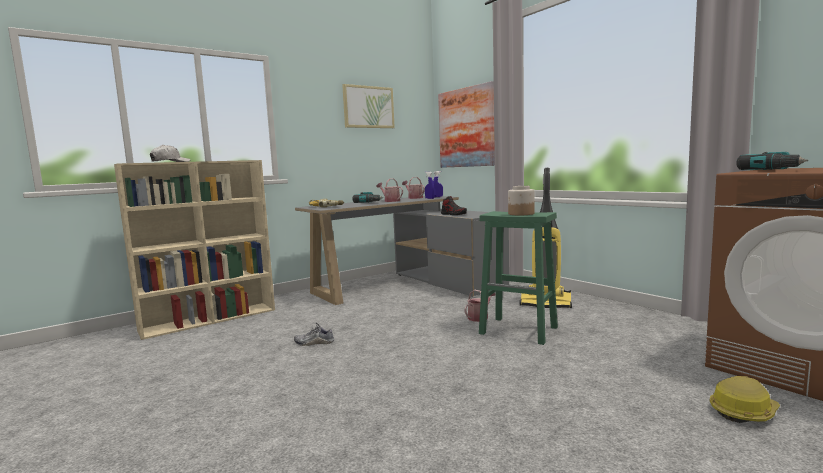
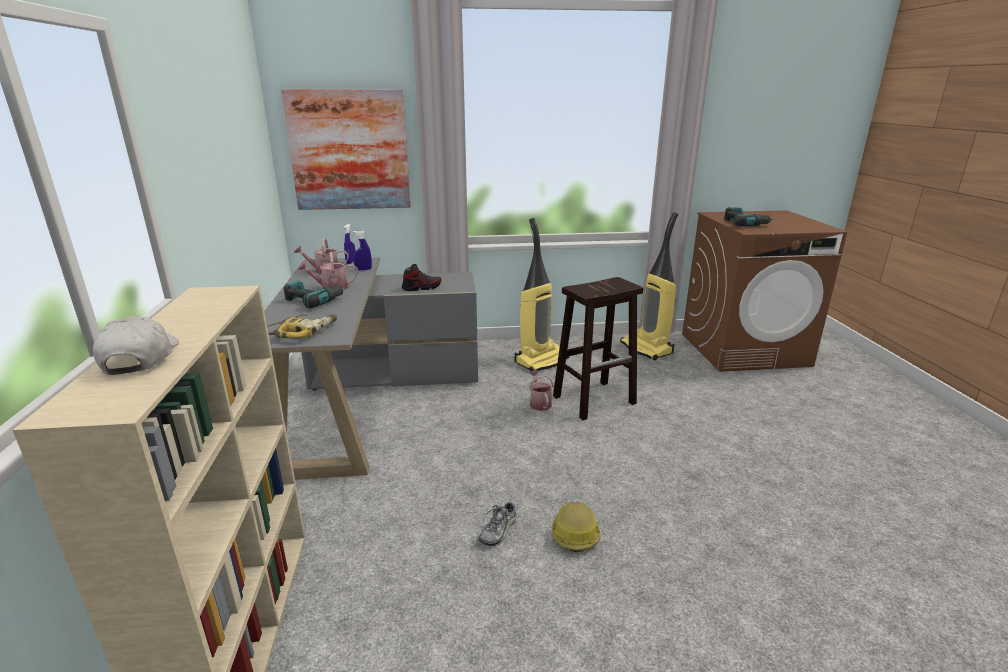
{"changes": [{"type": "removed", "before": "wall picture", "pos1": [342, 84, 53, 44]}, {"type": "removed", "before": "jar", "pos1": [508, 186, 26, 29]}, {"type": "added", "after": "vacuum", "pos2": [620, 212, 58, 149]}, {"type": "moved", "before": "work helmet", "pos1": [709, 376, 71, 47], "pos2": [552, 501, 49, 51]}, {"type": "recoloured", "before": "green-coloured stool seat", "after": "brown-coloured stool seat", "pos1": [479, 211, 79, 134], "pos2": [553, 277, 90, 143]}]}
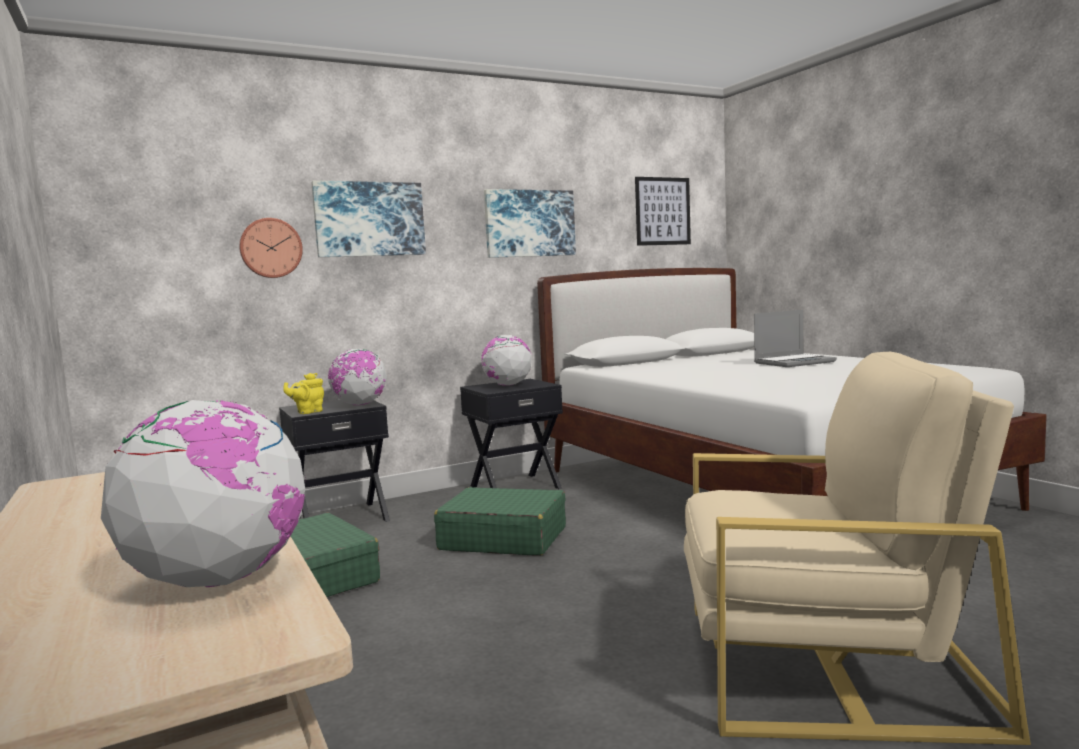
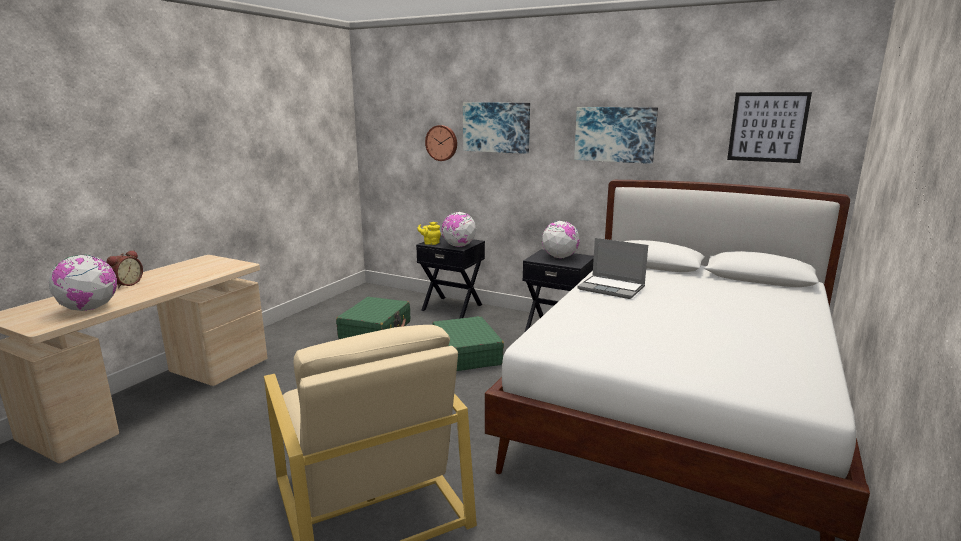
{"changes": [{"type": "added", "after": "alarm clock", "pos2": [107, 250, 36, 39]}, {"type": "moved", "before": "laptop", "pos1": [754, 310, 83, 57], "pos2": [577, 238, 71, 61]}]}
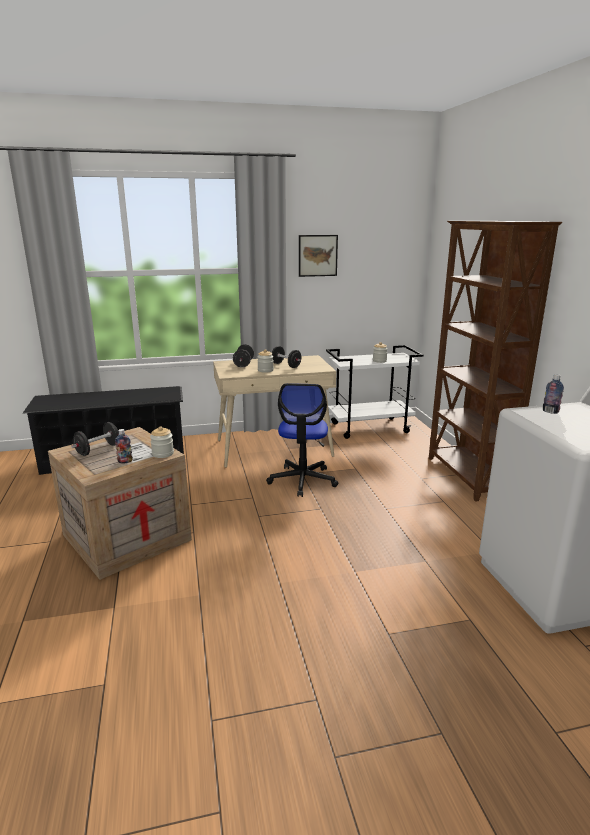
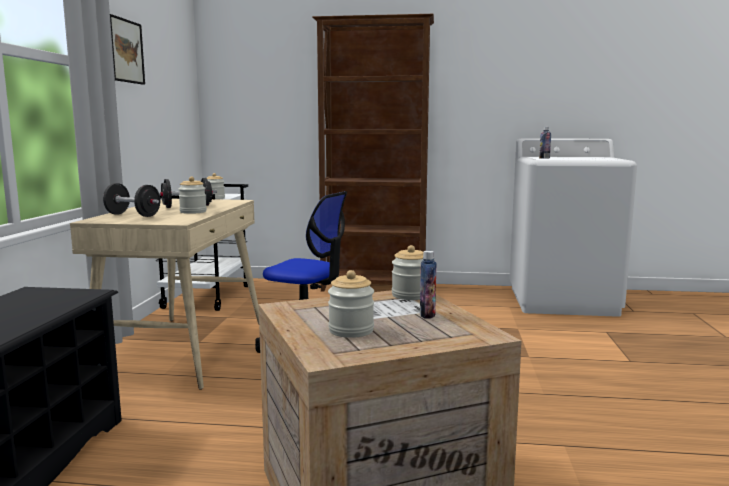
{"changes": [{"type": "replaced", "before": "blackish dumbbell", "after": "jar", "pos1": [71, 422, 48, 34], "pos2": [328, 270, 46, 68]}]}
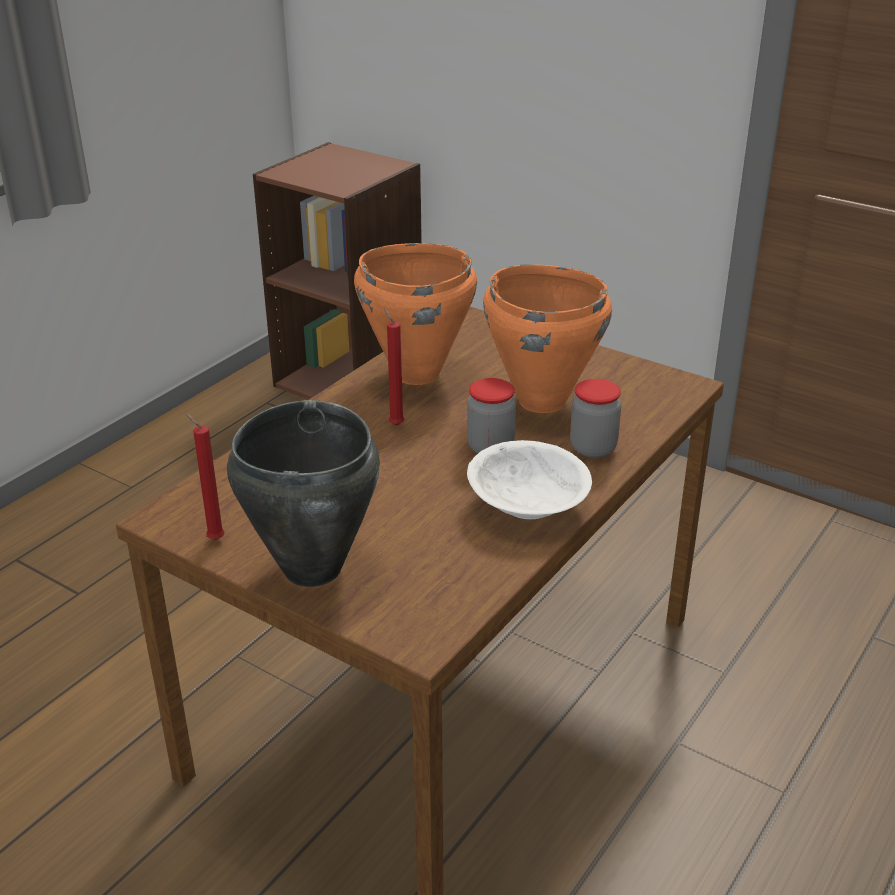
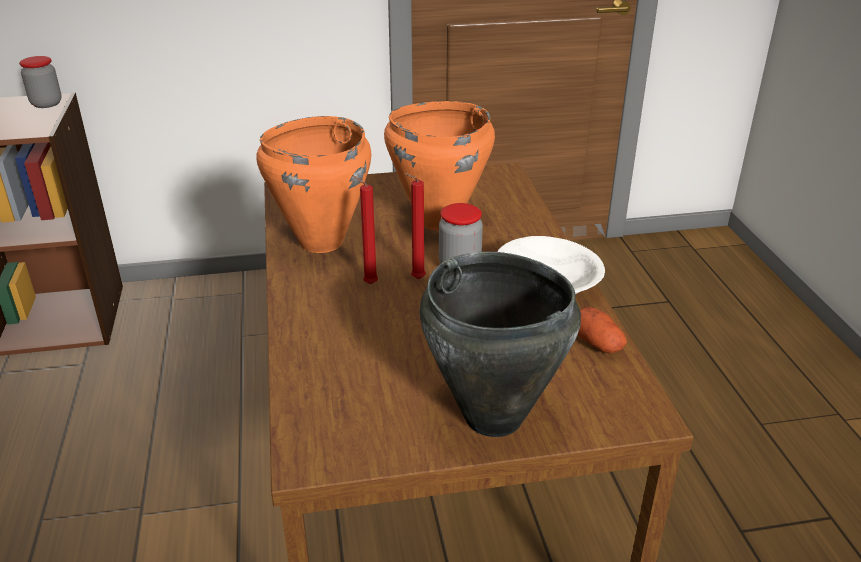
{"changes": [{"type": "added", "after": "whole potato", "pos2": [578, 307, 49, 46]}, {"type": "moved", "before": "reddish wax light", "pos1": [185, 413, 40, 127], "pos2": [405, 173, 21, 106]}, {"type": "moved", "before": "jar", "pos1": [570, 379, 51, 79], "pos2": [19, 56, 42, 52]}]}
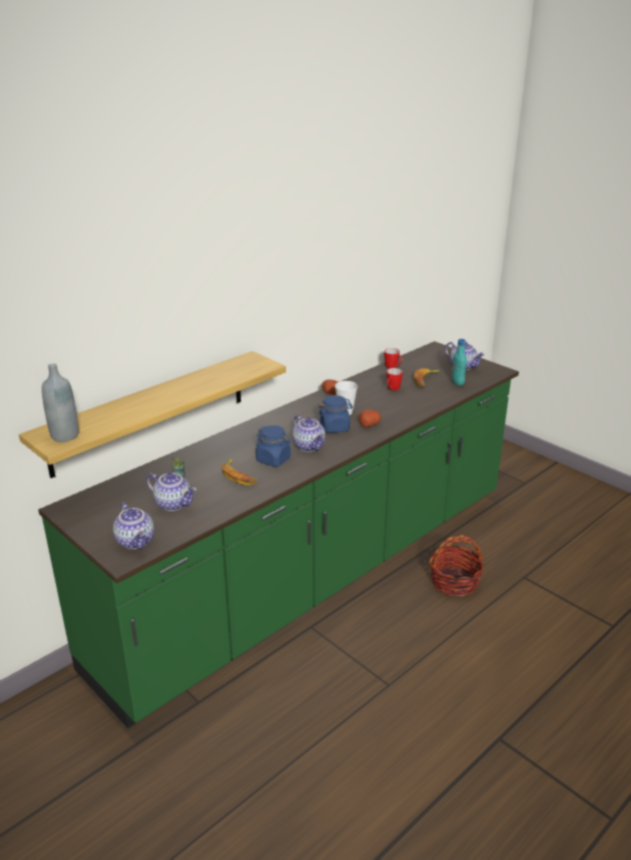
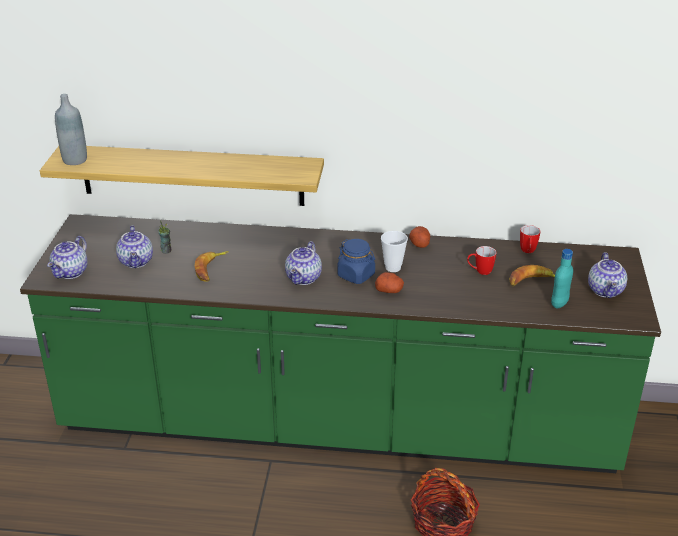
{"changes": [{"type": "removed", "before": "blue-coloured jar", "pos1": [256, 425, 35, 42]}]}
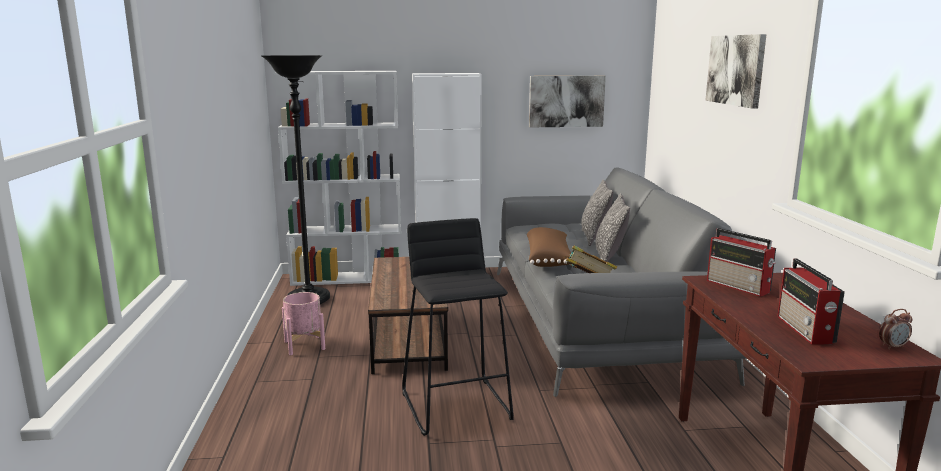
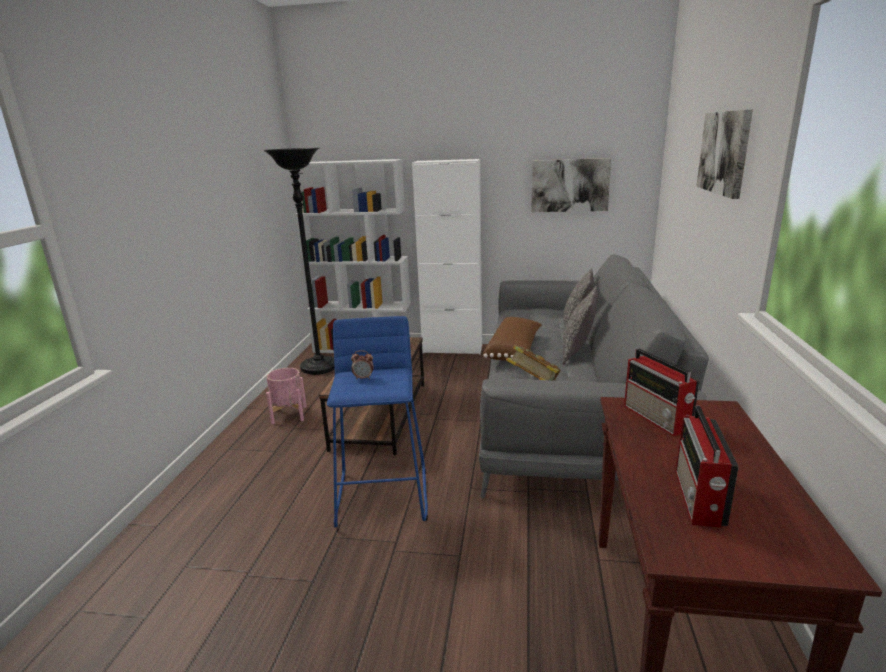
{"changes": [{"type": "moved", "before": "alarm clock", "pos1": [879, 309, 33, 40], "pos2": [351, 350, 23, 30]}, {"type": "recoloured", "before": "blackish stool seat", "after": "blue-coloured stool seat", "pos1": [402, 218, 112, 218], "pos2": [327, 316, 101, 212]}]}
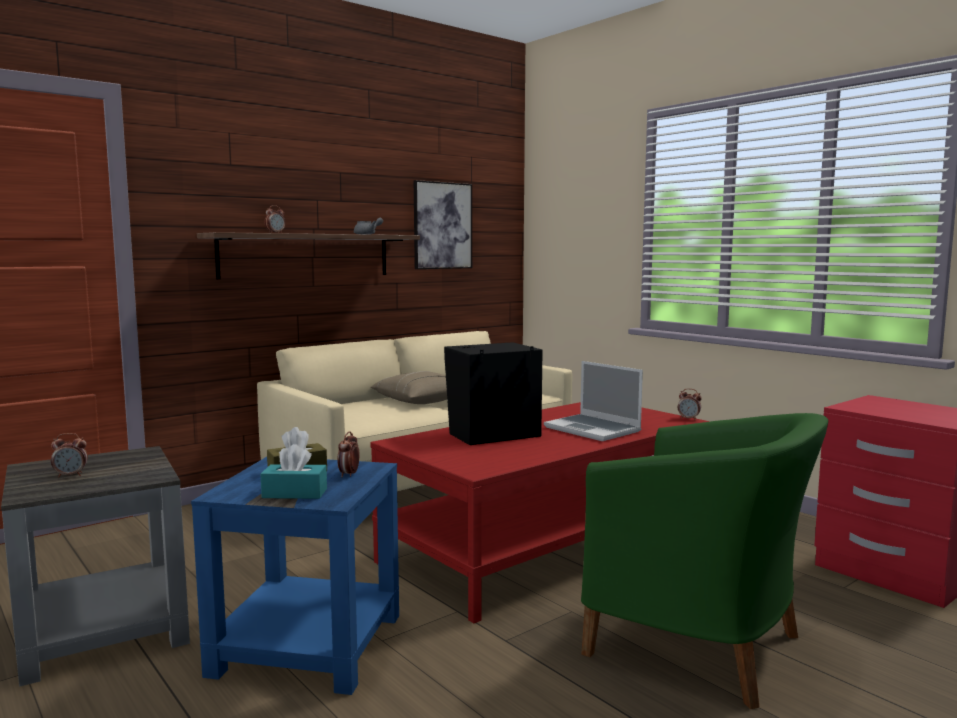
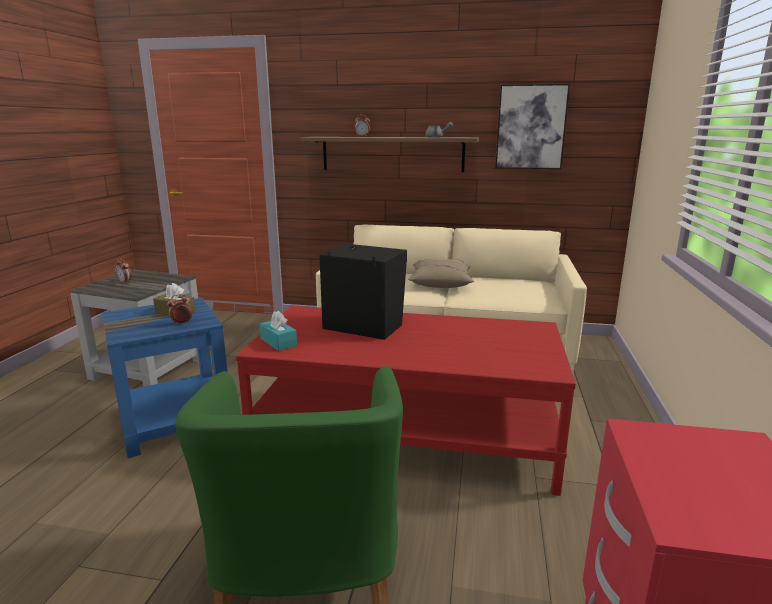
{"changes": [{"type": "removed", "before": "laptop", "pos1": [544, 361, 99, 80]}, {"type": "removed", "before": "alarm clock", "pos1": [678, 388, 24, 32]}, {"type": "moved", "before": "blue-green tissue box", "pos1": [261, 444, 66, 55], "pos2": [260, 311, 37, 40]}]}
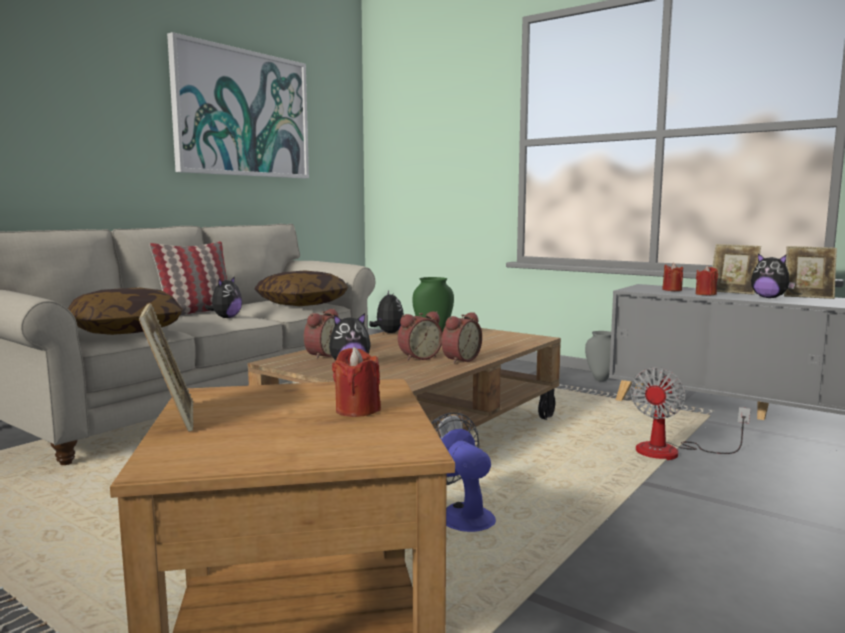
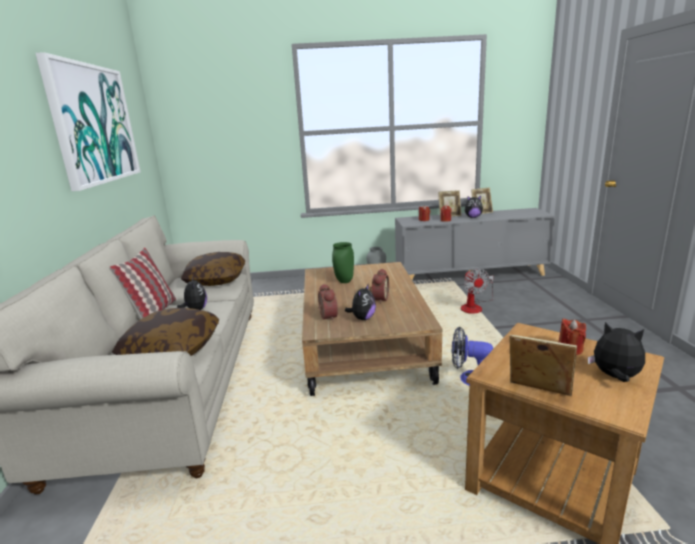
{"changes": [{"type": "removed", "before": "alarm clock", "pos1": [441, 312, 41, 52]}, {"type": "moved", "before": "plush toy", "pos1": [369, 291, 35, 42], "pos2": [588, 322, 57, 60]}]}
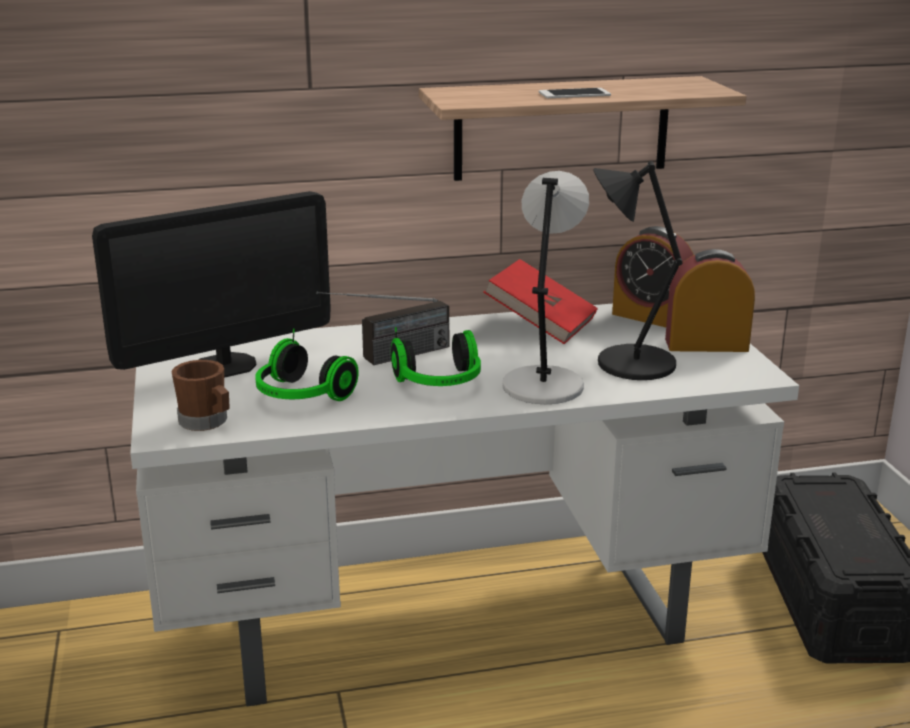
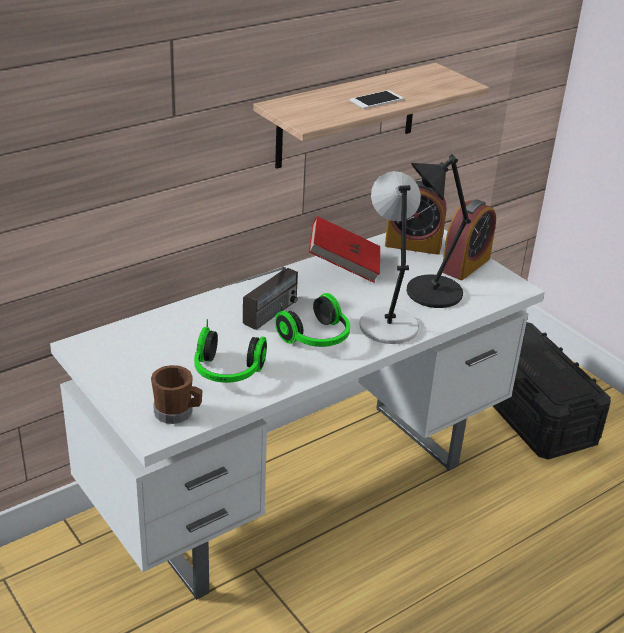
{"changes": [{"type": "removed", "before": "monitor", "pos1": [92, 191, 238, 187]}, {"type": "turned", "before": "alarm clock", "pos1": [665, 249, 90, 103], "pos2": [442, 199, 54, 81], "turn": 150}]}
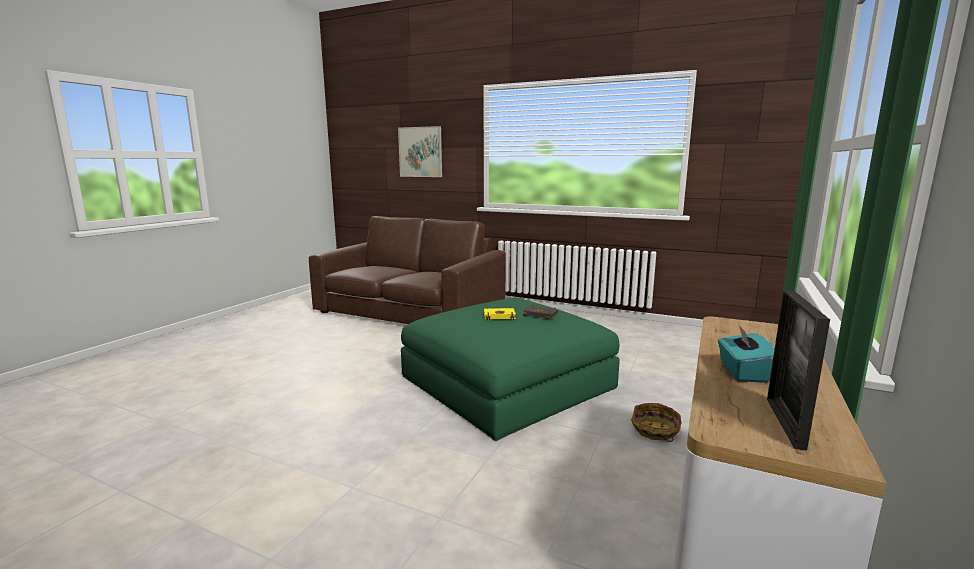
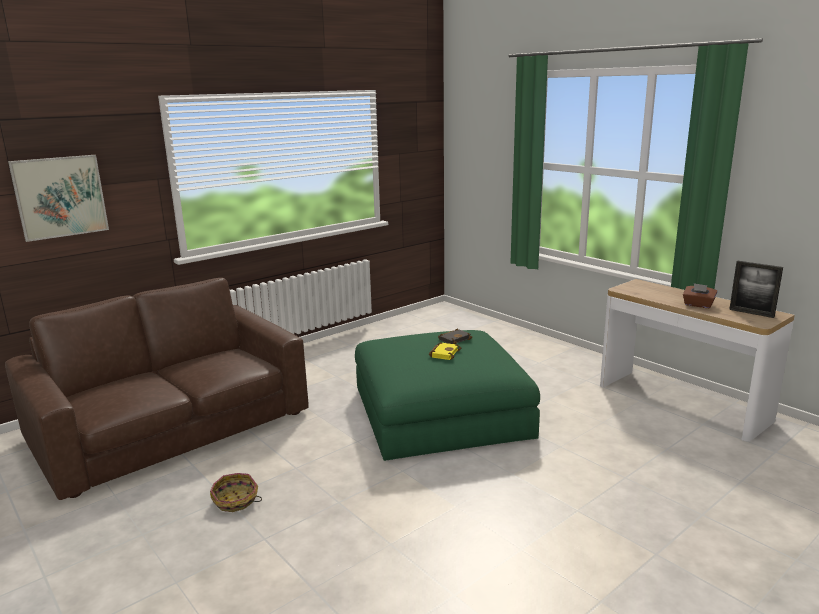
{"changes": [{"type": "moved", "before": "basket", "pos1": [631, 403, 50, 39], "pos2": [210, 473, 52, 39]}, {"type": "recoloured", "before": "blue-green tissue box", "after": "brown-coloured tissue box", "pos1": [718, 325, 57, 58], "pos2": [683, 283, 34, 25]}]}
